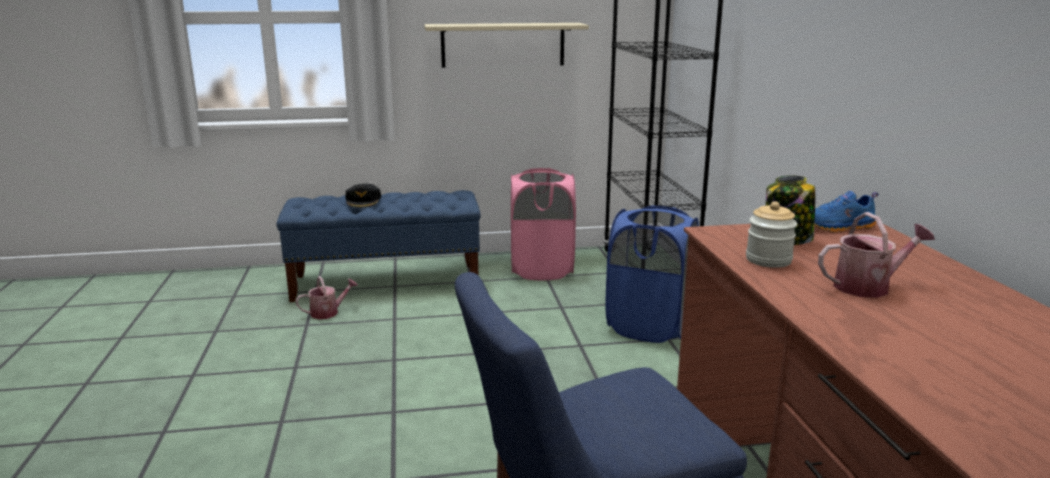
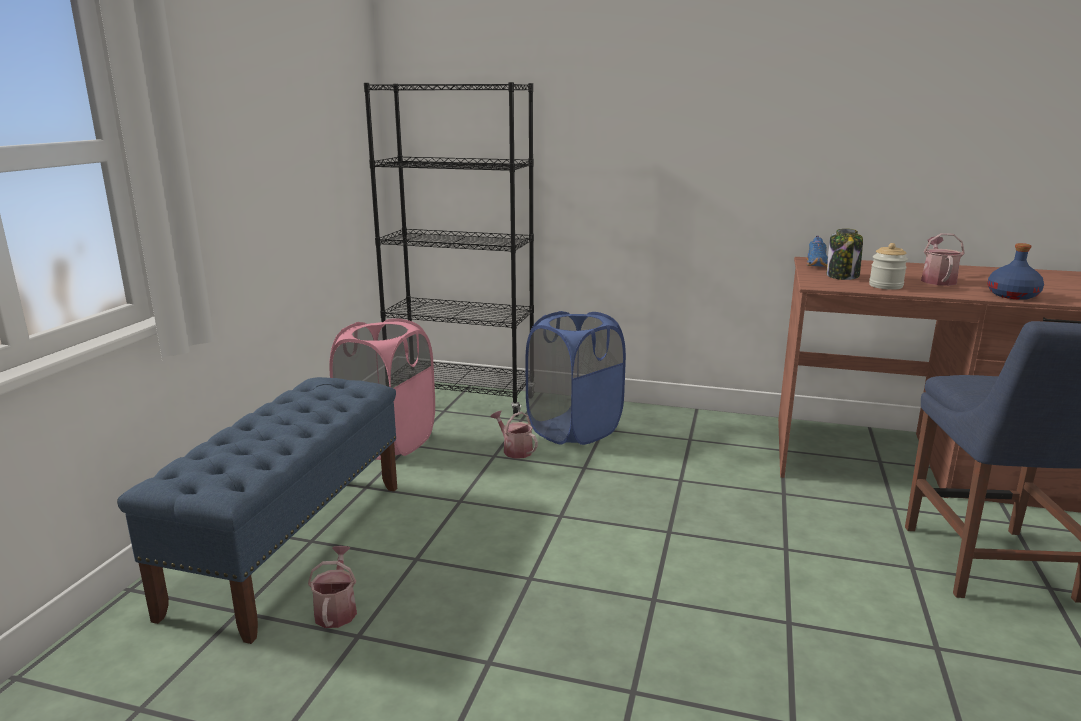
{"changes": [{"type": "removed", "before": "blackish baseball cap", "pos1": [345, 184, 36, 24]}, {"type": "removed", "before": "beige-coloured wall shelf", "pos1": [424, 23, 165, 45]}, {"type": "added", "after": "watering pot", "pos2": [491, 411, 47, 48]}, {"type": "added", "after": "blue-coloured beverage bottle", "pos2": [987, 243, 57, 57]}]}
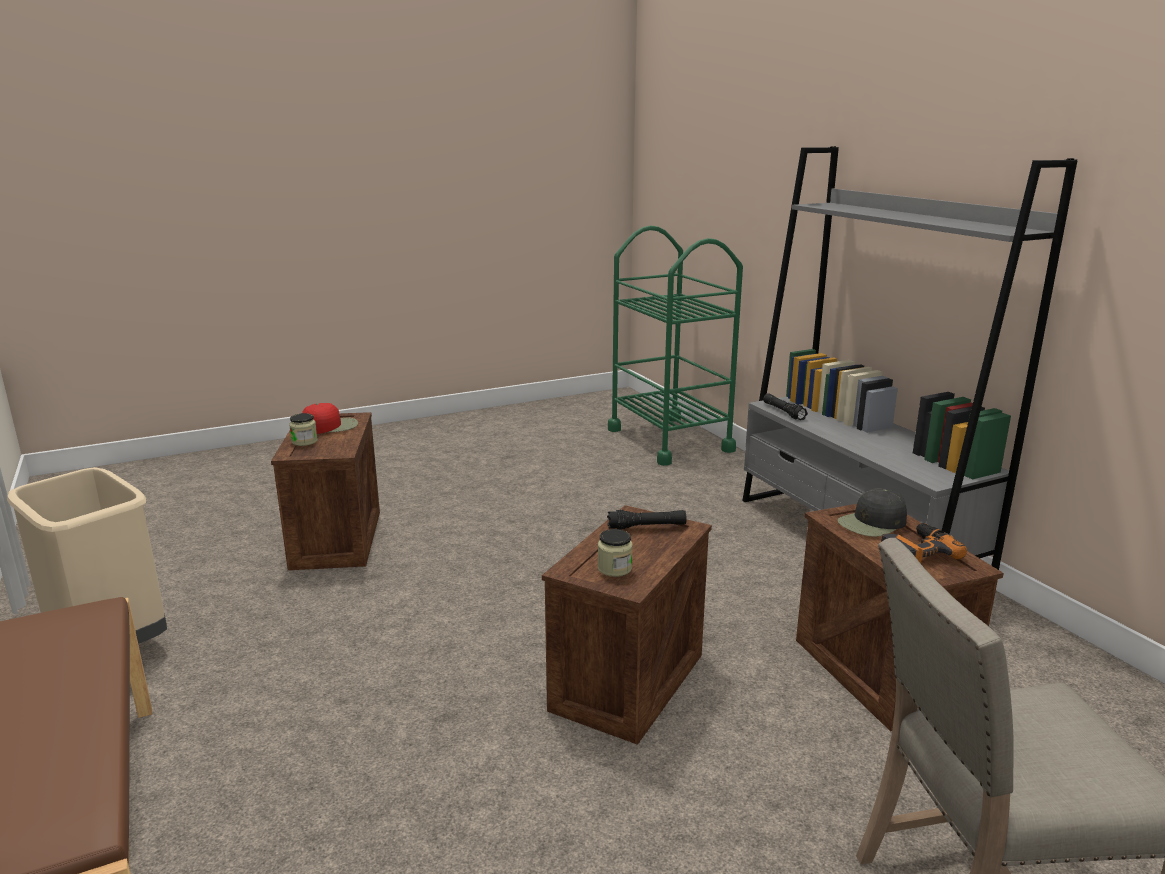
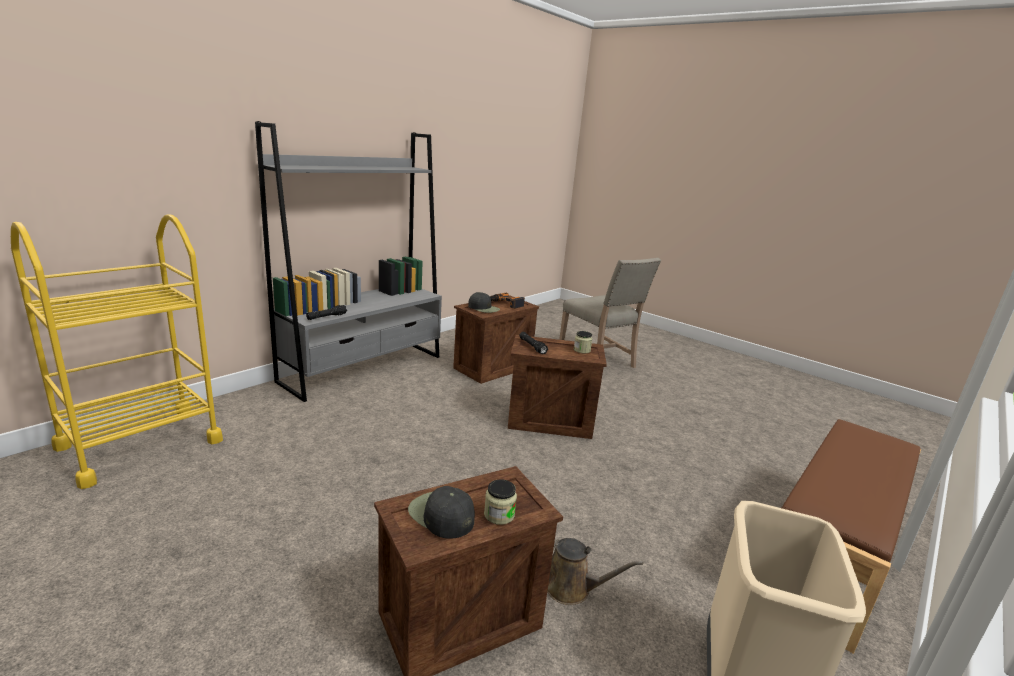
{"changes": [{"type": "added", "after": "brown-coloured watering pot", "pos2": [547, 538, 96, 67]}, {"type": "recoloured", "before": "reddish baseball cap", "after": "blackish baseball cap", "pos1": [302, 403, 56, 31], "pos2": [408, 486, 67, 53]}, {"type": "recoloured", "before": "green-coloured trolley", "after": "yellow trolley", "pos1": [608, 226, 135, 240], "pos2": [11, 214, 212, 275]}]}
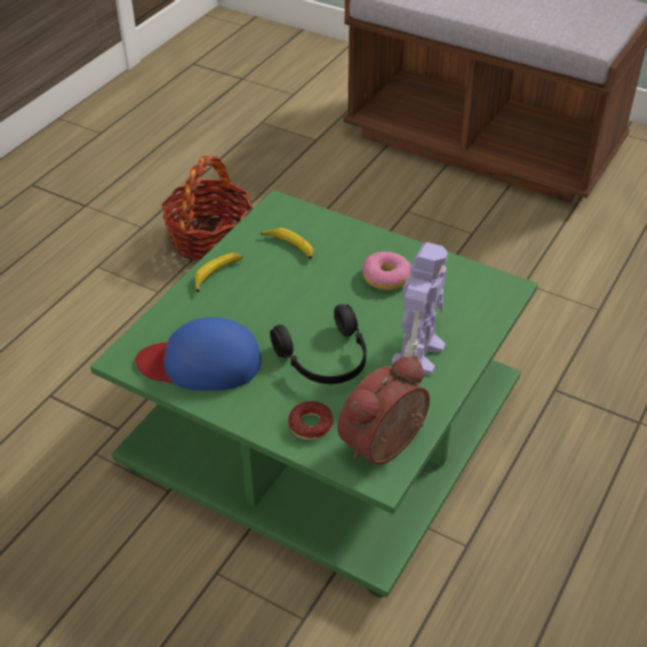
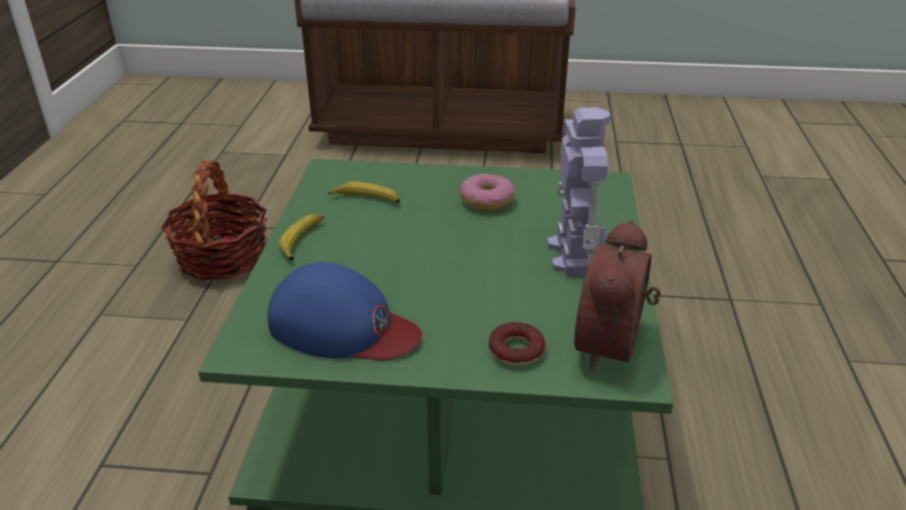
{"changes": [{"type": "removed", "before": "blackish headphones", "pos1": [270, 304, 96, 80]}, {"type": "turned", "before": "blue-coloured baseball cap", "pos1": [135, 317, 127, 74], "pos2": [268, 262, 154, 98], "turn": -135}]}
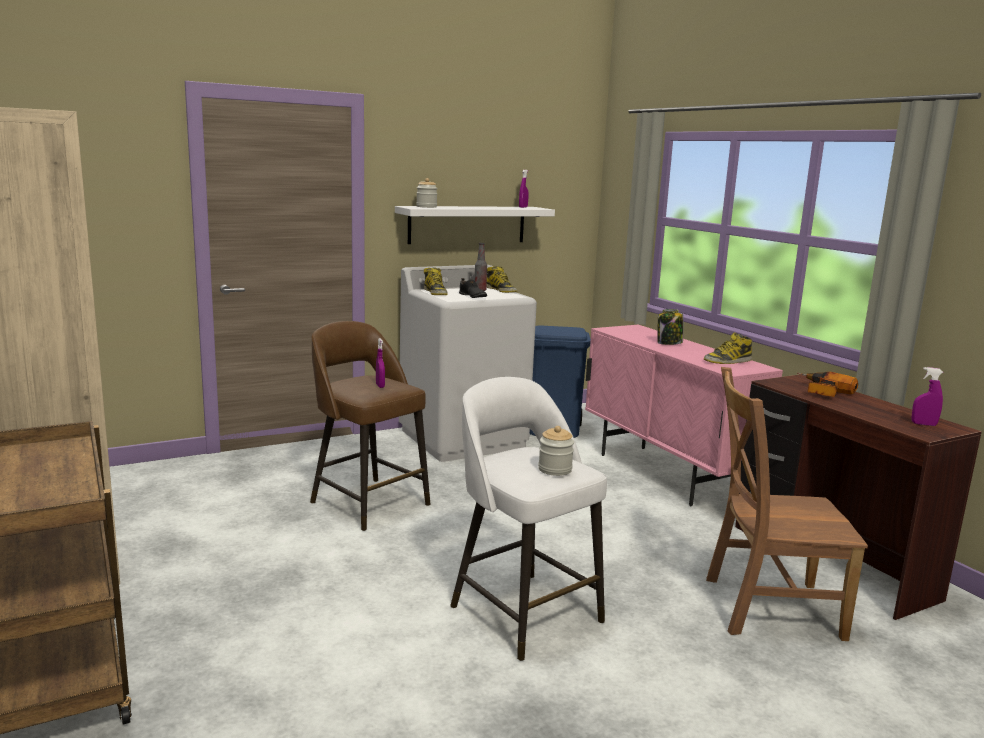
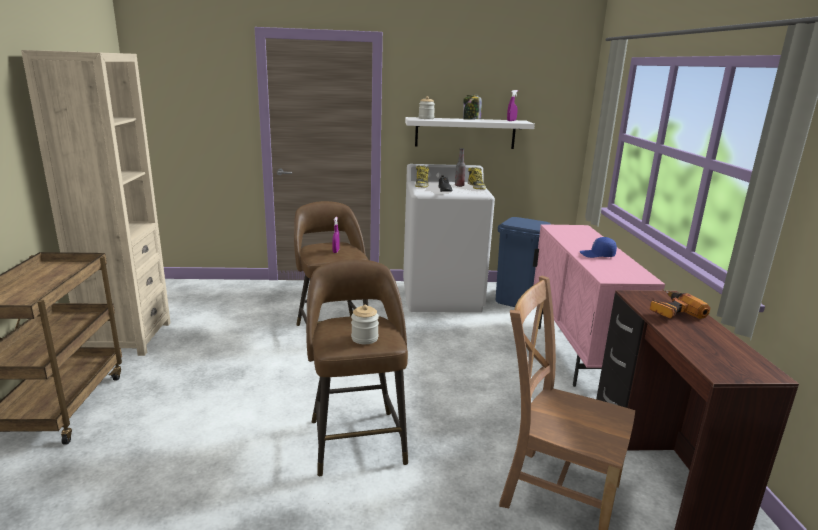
{"changes": [{"type": "removed", "before": "high-top boot", "pos1": [704, 333, 48, 31]}, {"type": "removed", "before": "purple-coloured spray bottle", "pos1": [911, 367, 32, 59]}, {"type": "added", "after": "blue-coloured baseball cap", "pos2": [580, 237, 37, 21]}, {"type": "moved", "before": "jar", "pos1": [657, 309, 26, 36], "pos2": [463, 95, 19, 24]}, {"type": "recoloured", "before": "whitish stool seat", "after": "brown-coloured stool seat", "pos1": [450, 377, 157, 284], "pos2": [306, 259, 102, 217]}]}
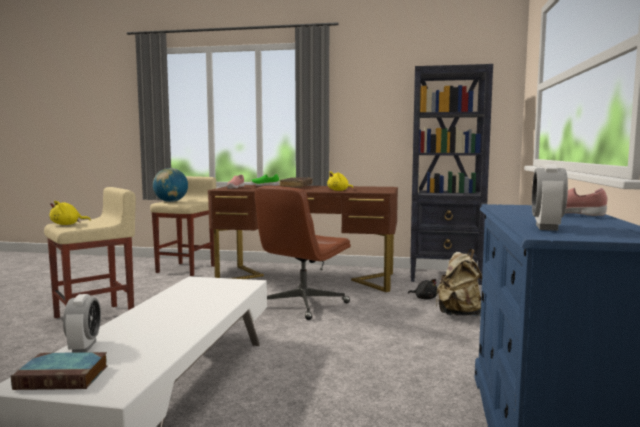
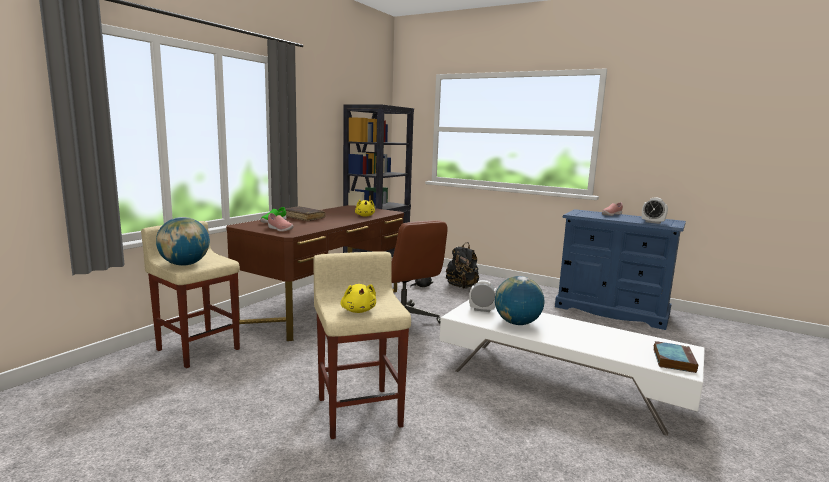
{"changes": [{"type": "added", "after": "desk globe", "pos2": [495, 276, 49, 49]}, {"type": "moved", "before": "alarm clock", "pos1": [63, 294, 38, 59], "pos2": [469, 280, 28, 32]}, {"type": "recoloured", "before": "beige-coloured knapsack", "after": "blackish knapsack", "pos1": [436, 249, 46, 68], "pos2": [446, 242, 33, 47]}]}
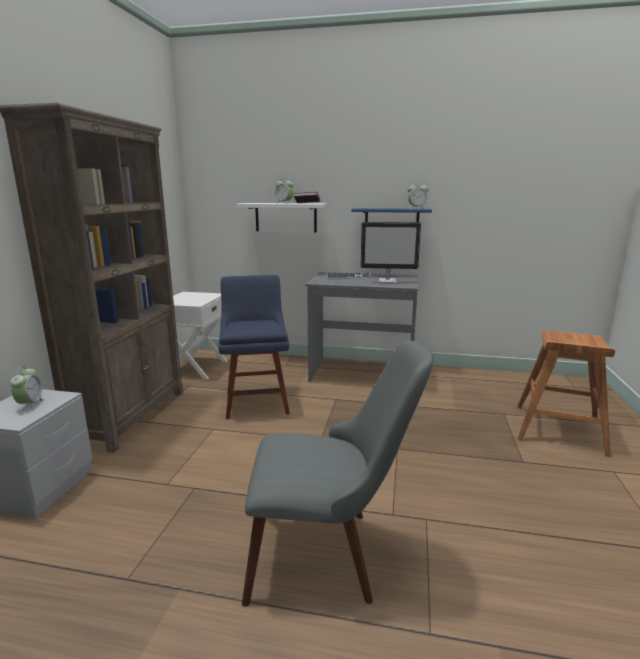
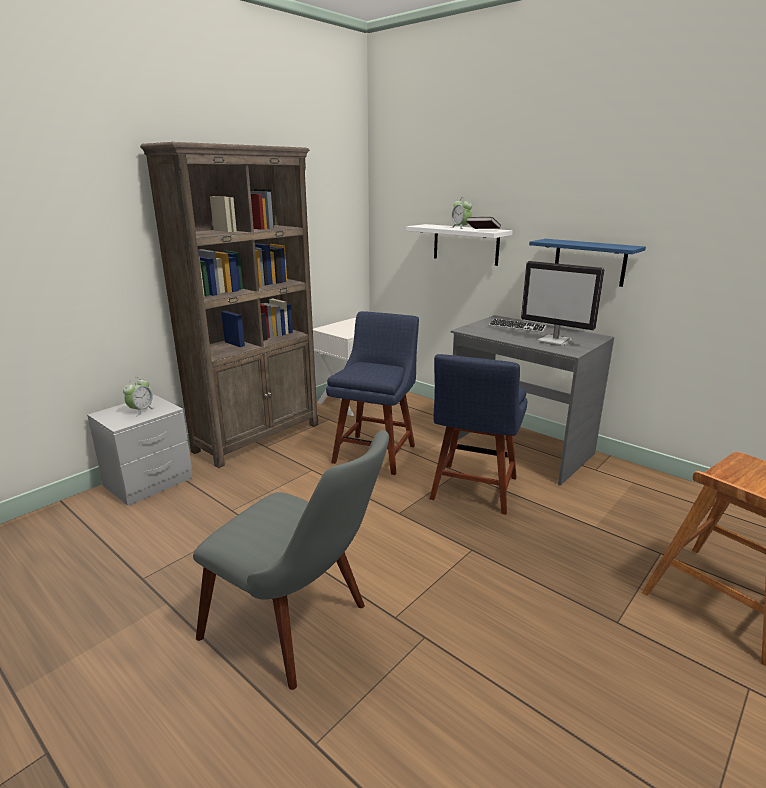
{"changes": [{"type": "removed", "before": "alarm clock", "pos1": [407, 182, 21, 27]}, {"type": "added", "after": "blue-coloured plain chair", "pos2": [430, 354, 97, 161]}]}
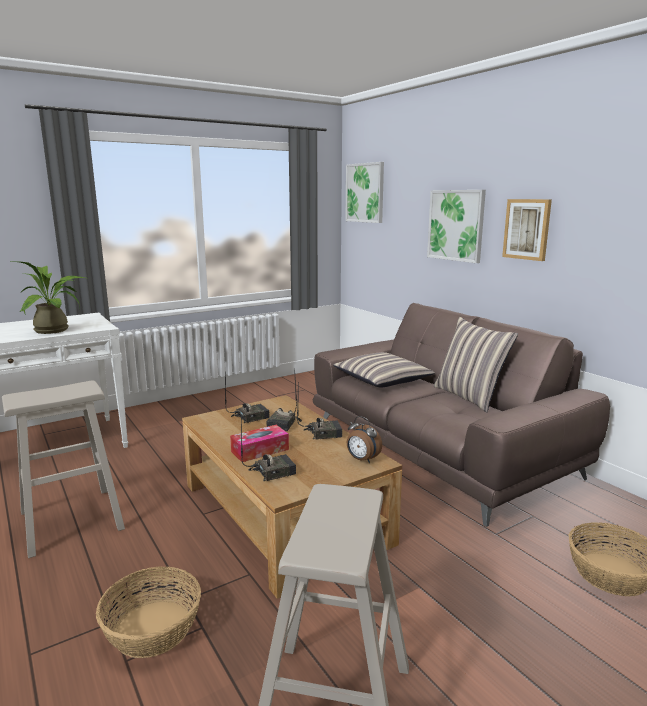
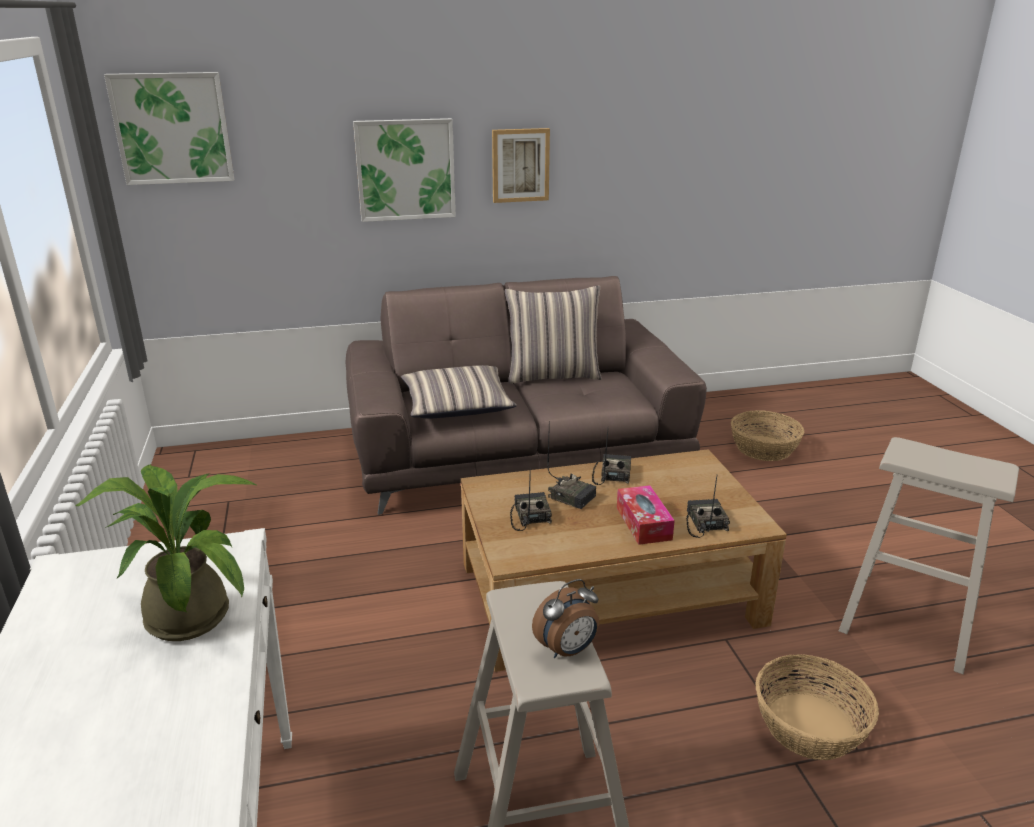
{"changes": [{"type": "moved", "before": "alarm clock", "pos1": [347, 416, 35, 47], "pos2": [532, 579, 67, 79]}]}
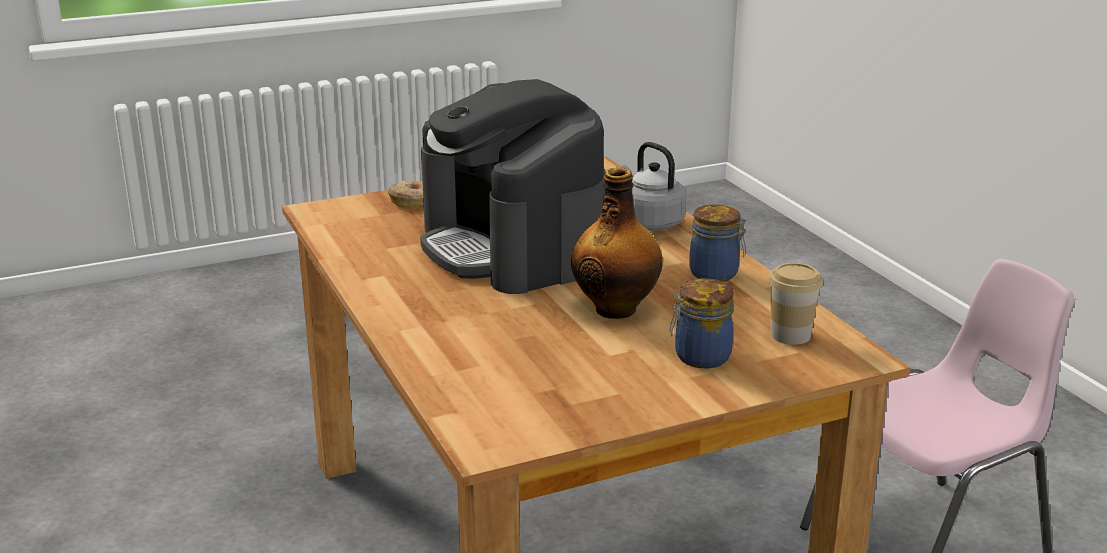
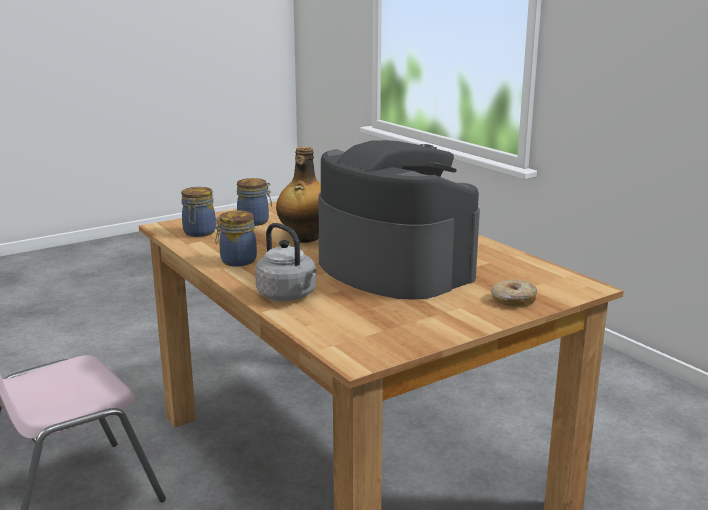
{"changes": [{"type": "replaced", "before": "drinking cup", "after": "jar", "pos1": [768, 263, 55, 82], "pos2": [181, 187, 35, 50]}]}
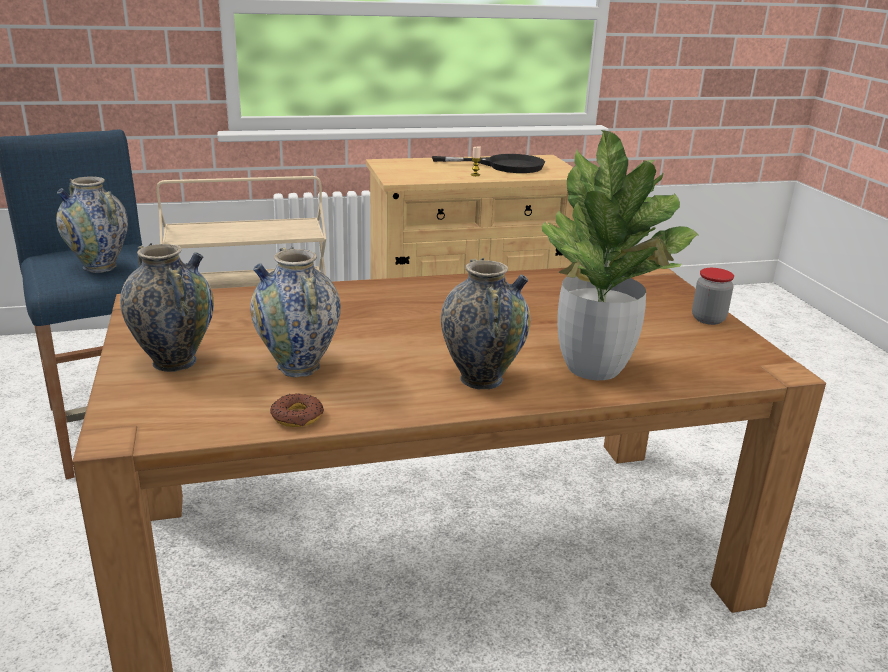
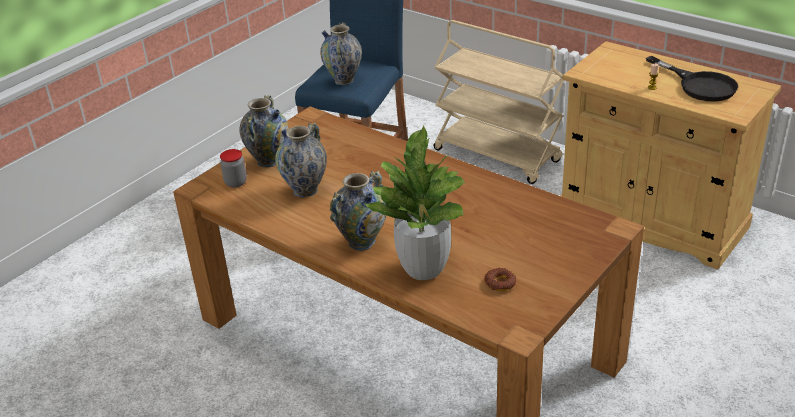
{"changes": [{"type": "moved", "before": "donut", "pos1": [270, 393, 54, 34], "pos2": [484, 268, 32, 23]}, {"type": "moved", "before": "jar", "pos1": [692, 268, 42, 57], "pos2": [220, 149, 27, 38]}]}
